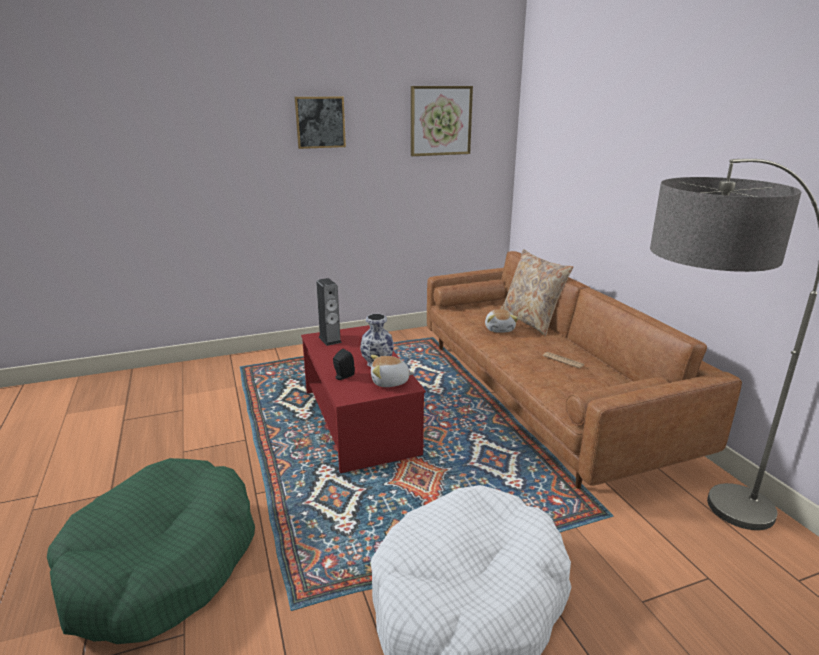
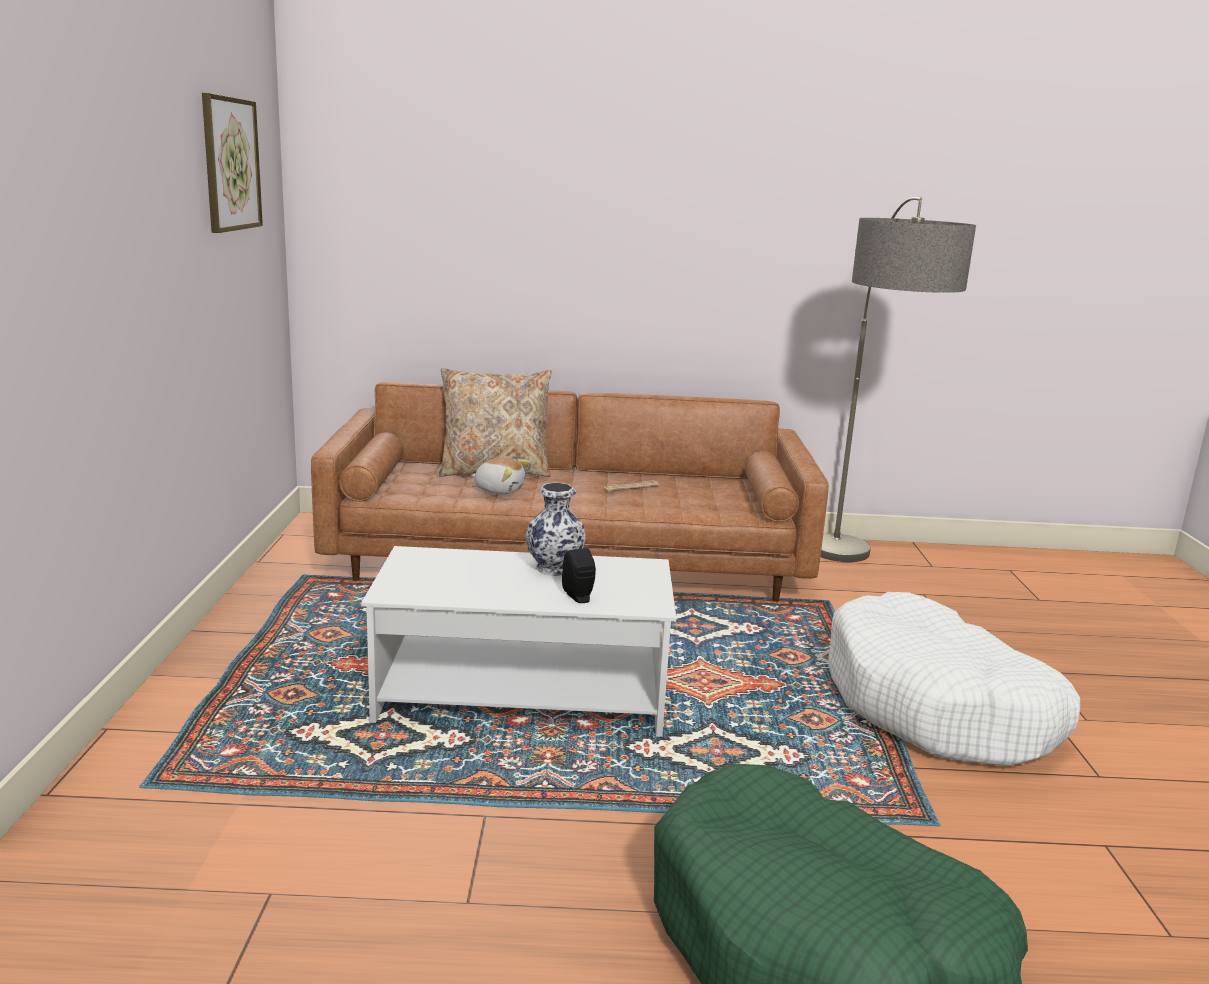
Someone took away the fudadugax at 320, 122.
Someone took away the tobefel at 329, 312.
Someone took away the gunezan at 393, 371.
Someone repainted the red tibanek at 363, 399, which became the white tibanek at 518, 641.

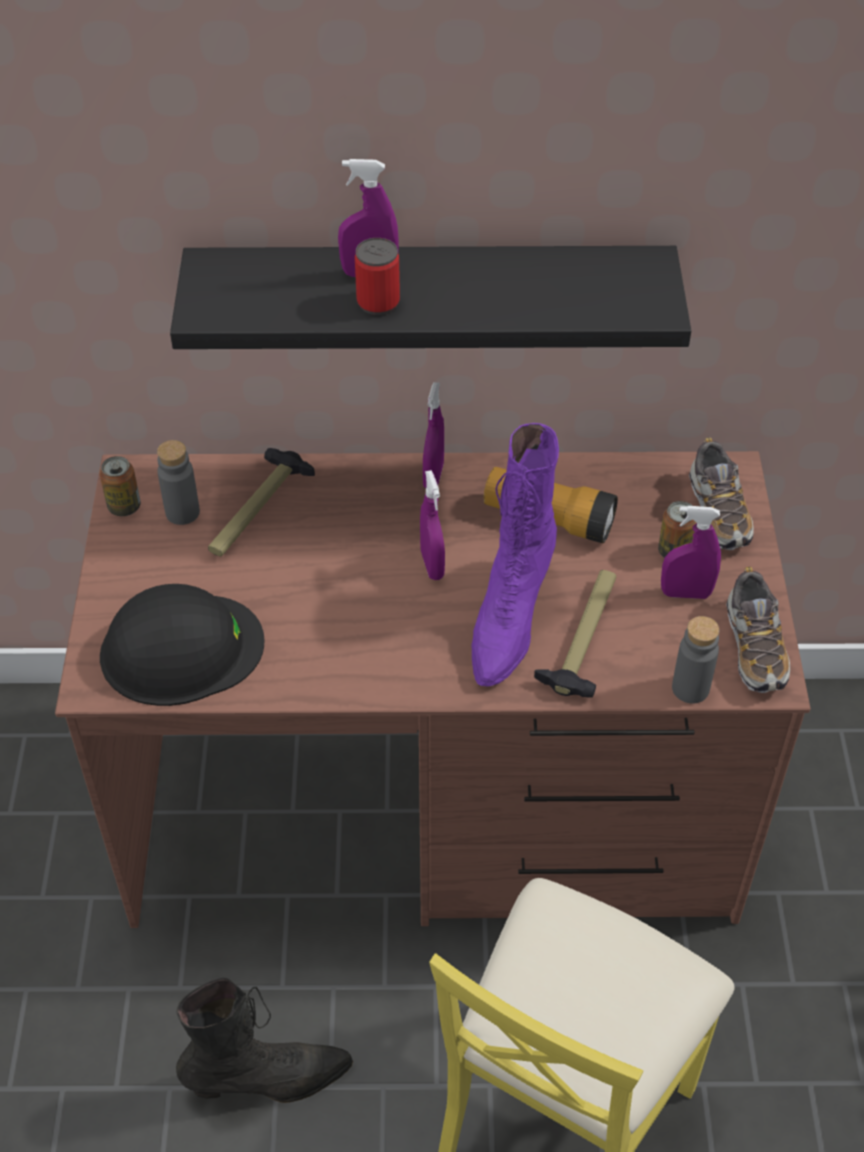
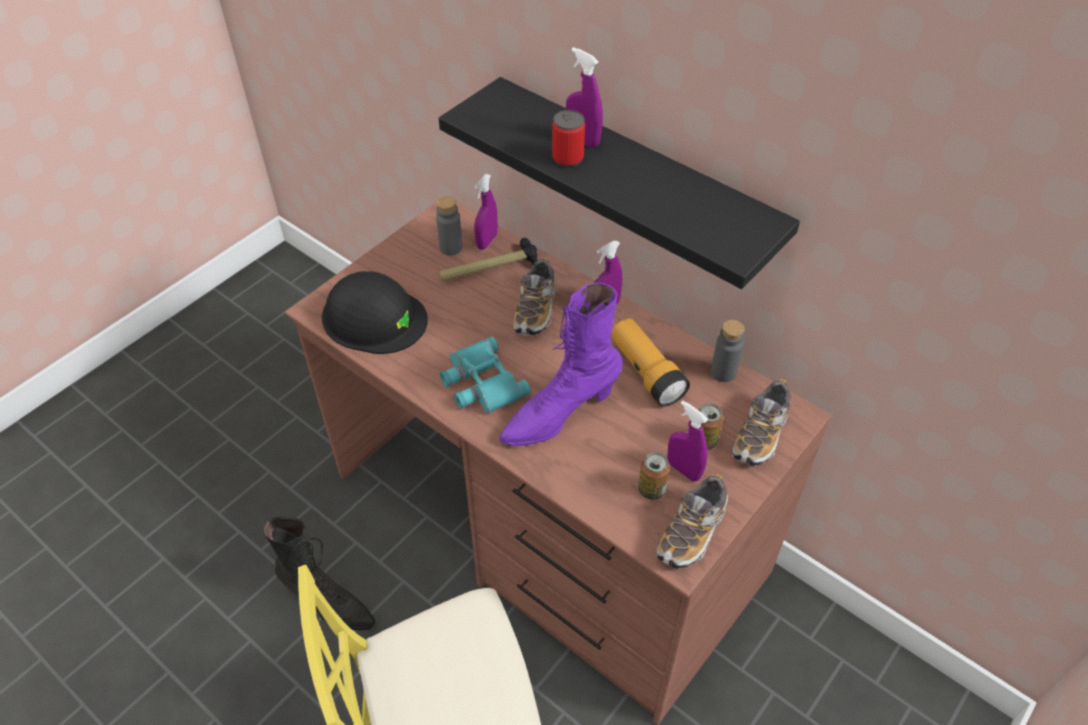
Someone took away the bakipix at 575, 634.
Someone put down the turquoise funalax at 485, 375.
Someone put down the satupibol at 534, 296.
Someone carried the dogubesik from 120, 486 to 654, 476.
Someone carried the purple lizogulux from 432, 525 to 486, 212.
Someone carried the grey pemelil from 695, 660 to 728, 351.

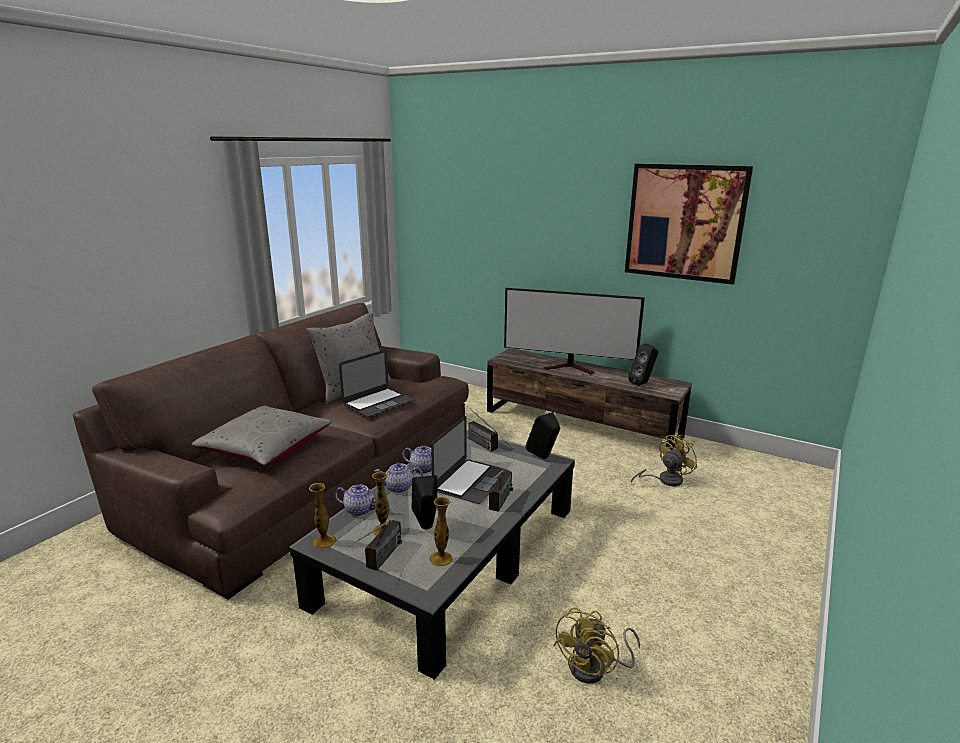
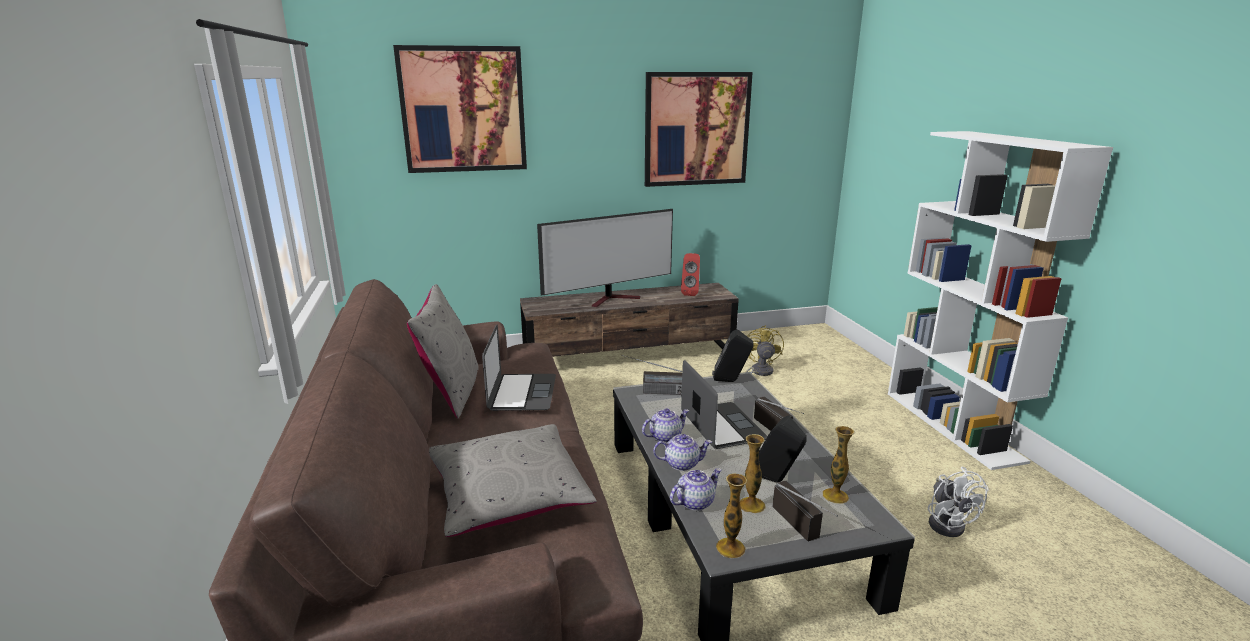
Someone put up the fudadugax at 460, 109.
Someone put down the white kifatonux at 1000, 300.
Someone repainted the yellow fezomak at 596, 645, which became the white fezomak at 958, 501.
Someone repainted the black tobefel at 643, 364, which became the red tobefel at 690, 274.
Someone rotated the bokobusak at 399, 478 by 135 degrees counterclockwise.

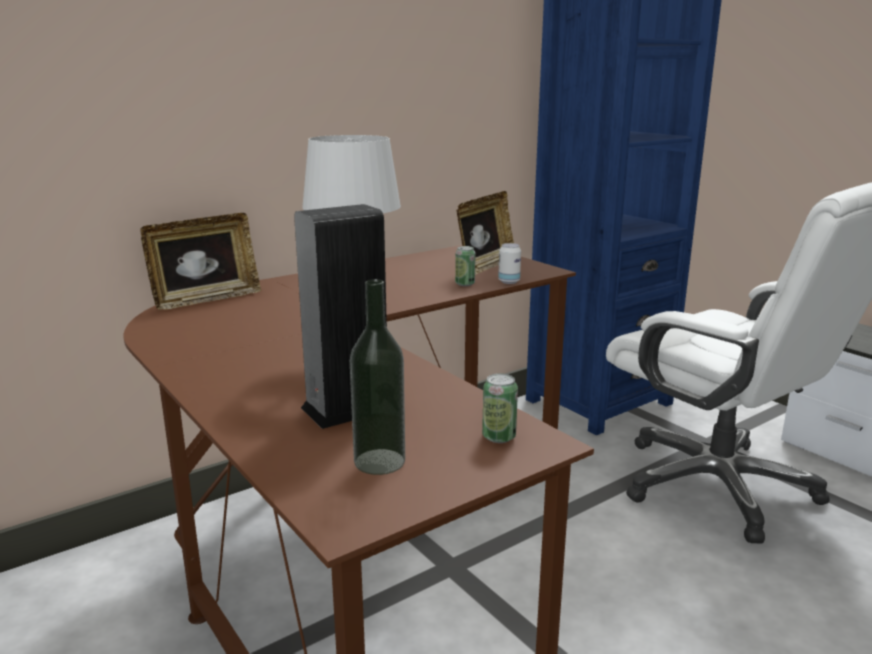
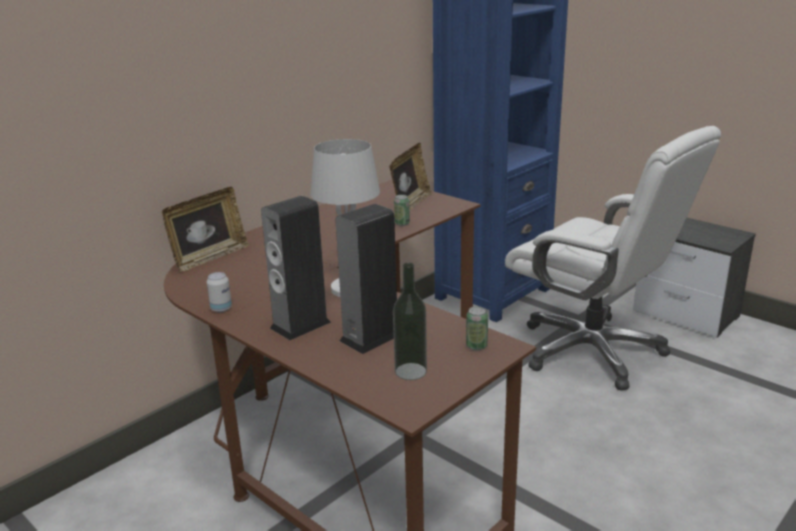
Someone put down the tobefel at 296, 268.
Someone carried the dogubesik from 509, 263 to 219, 292.

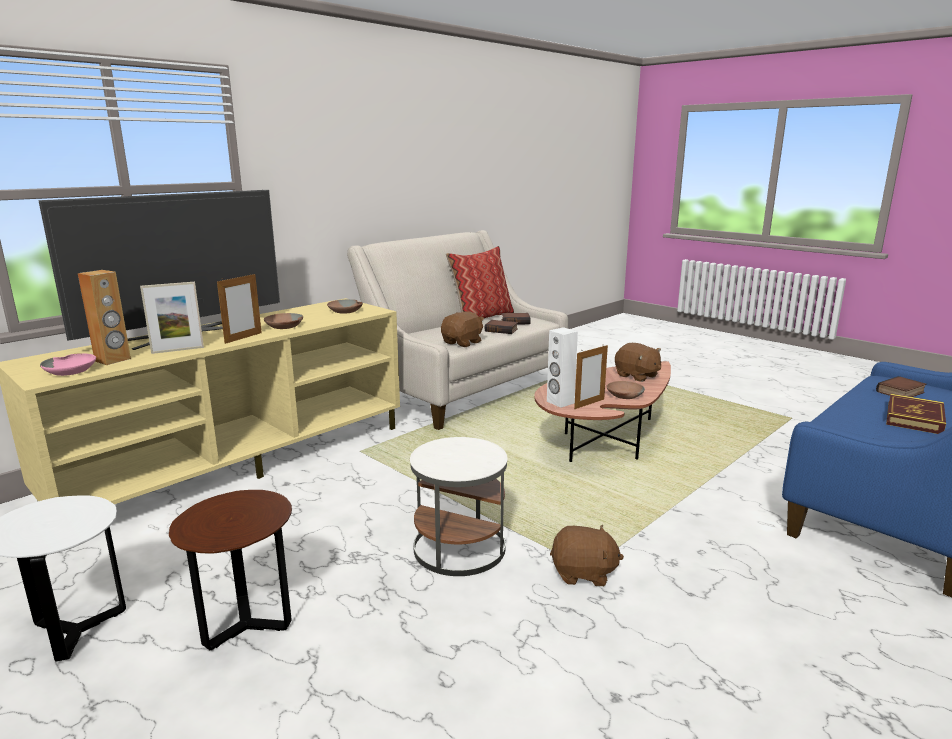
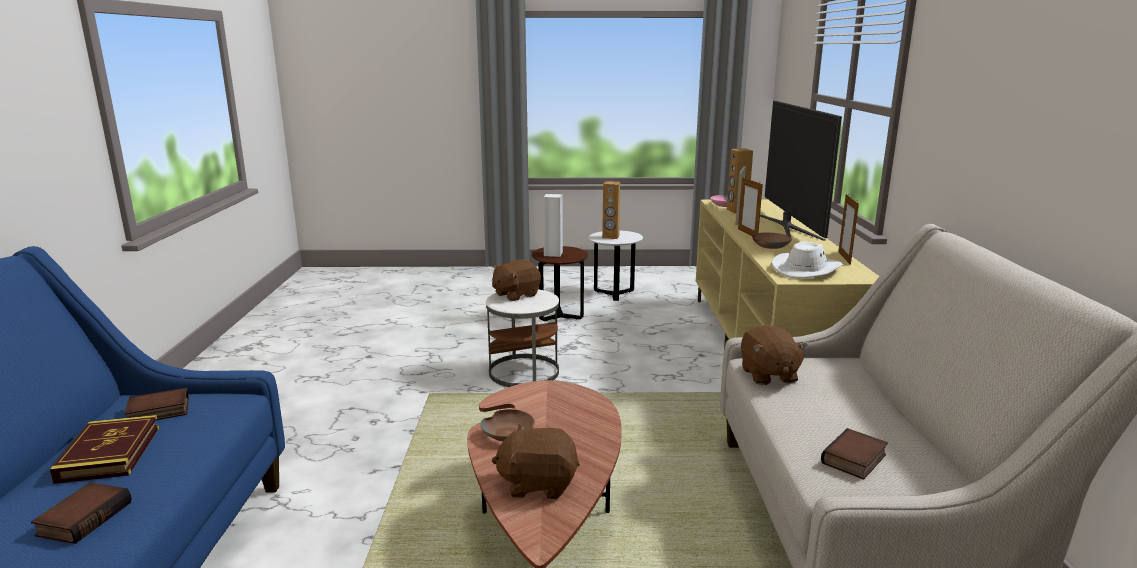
Someone took away the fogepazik at 480, 282.
Someone put down the brown tobefel at 611, 210.
Someone carried the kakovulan from 501, 327 to 156, 404.
Someone carried the white tobefel from 562, 367 to 553, 225.
Someone carried the brown gunezan from 587, 555 to 516, 280.
Someone carried the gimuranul from 591, 376 to 849, 229.
Someone swapped the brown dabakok at 345, 306 for the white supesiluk at 807, 260.

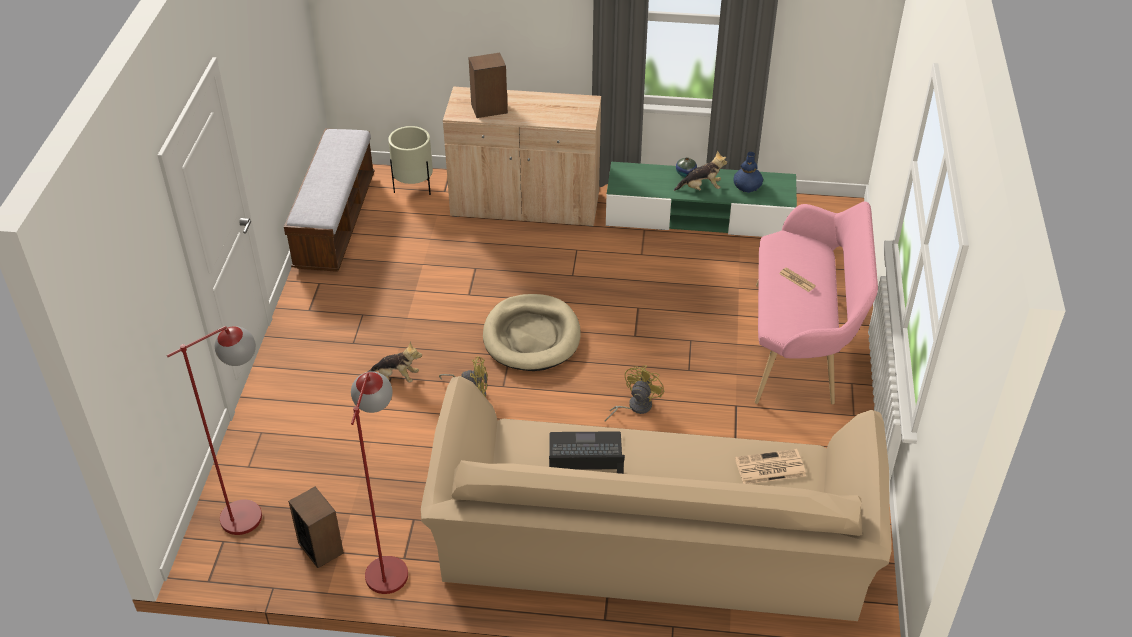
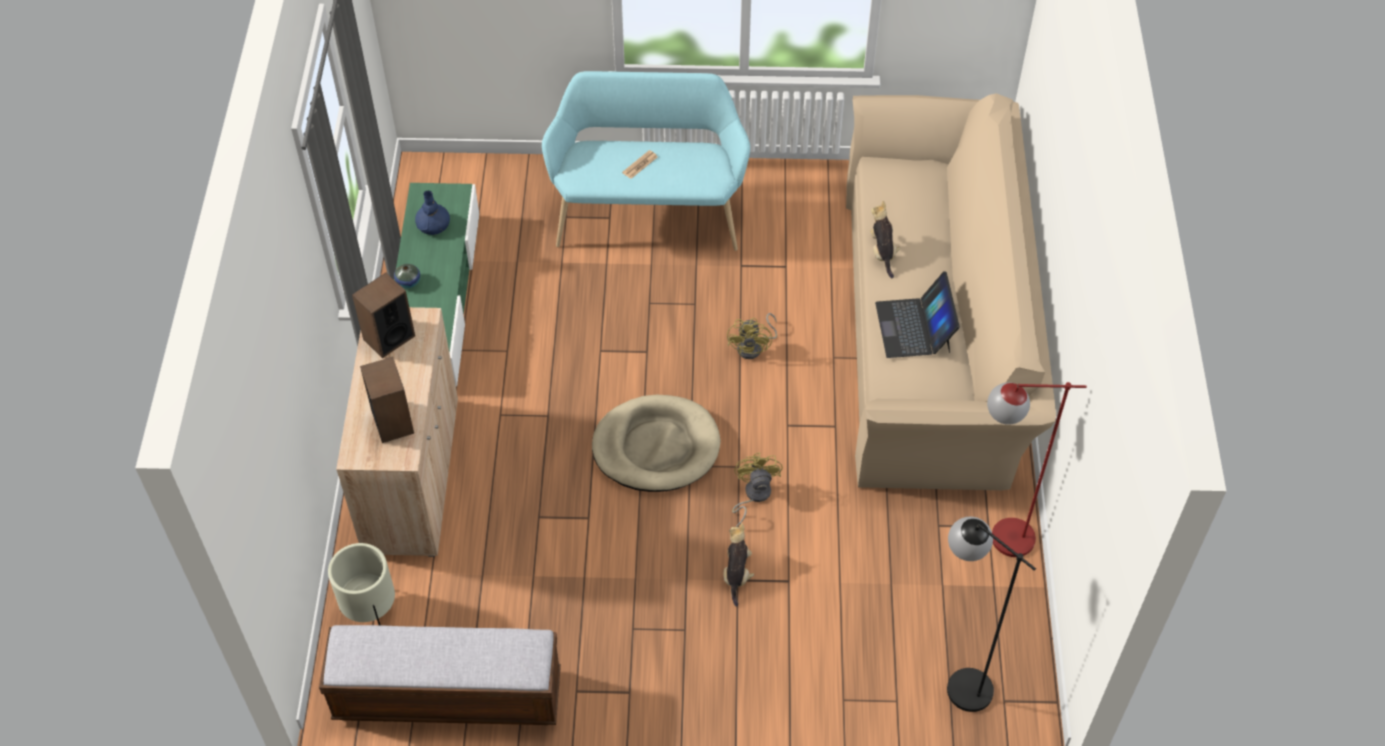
Someone took away the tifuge at 770, 466.
Someone carried the tobefel from 316, 527 to 383, 315.
Someone carried the gunezan from 700, 171 to 885, 239.
Someone repainted the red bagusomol at 214, 430, which became the black bagusomol at 991, 614.
Someone repainted the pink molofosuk at 816, 302, which became the turquoise molofosuk at 646, 161.
Someone rotated the yellow fezomak at 634, 393 by 105 degrees counterclockwise.

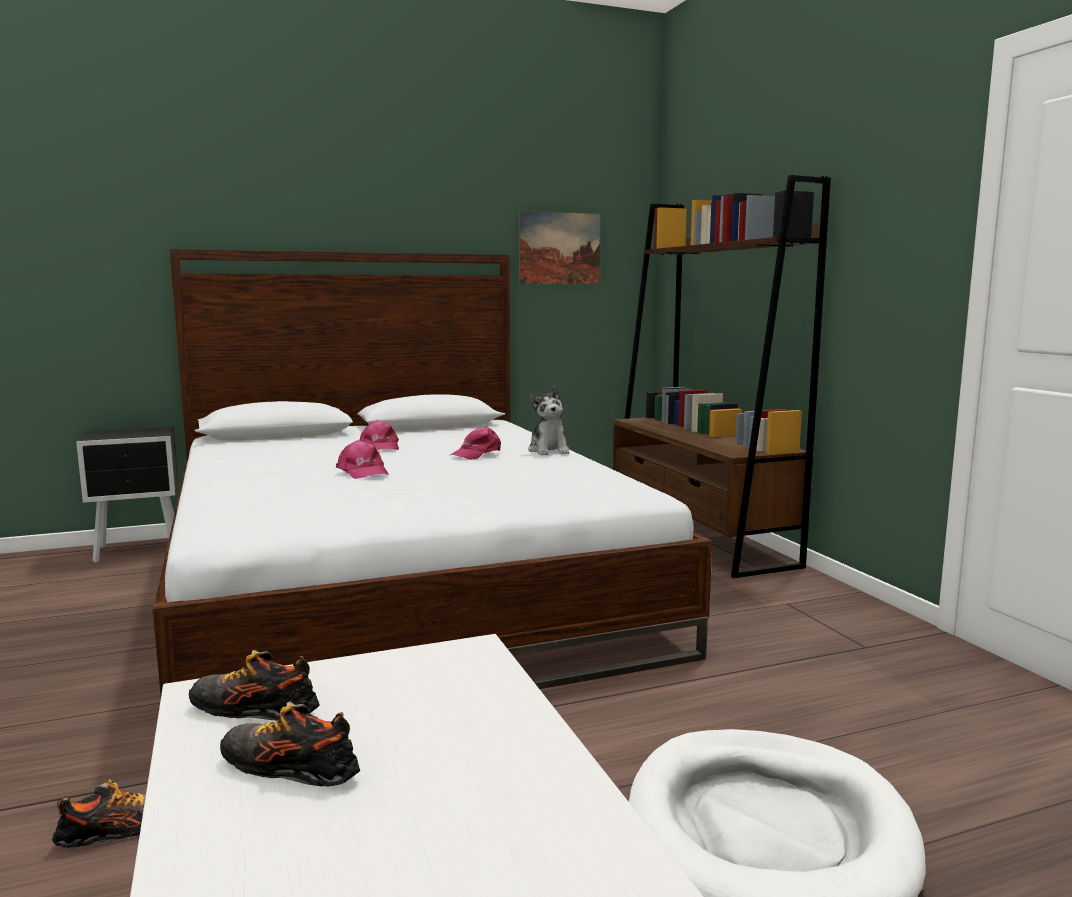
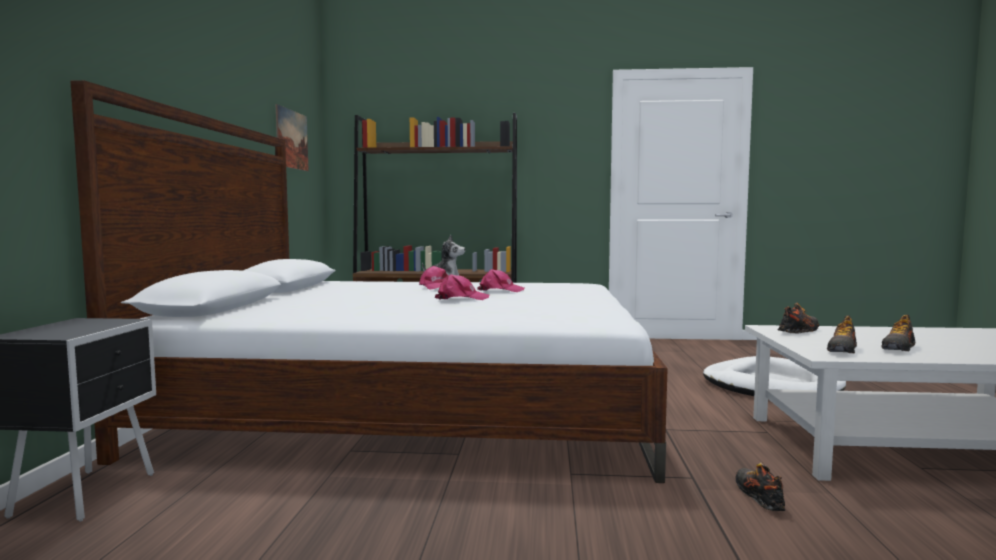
Someone put down the satupibol at 798, 318.
Someone carried the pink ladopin from 379, 435 to 501, 280.

